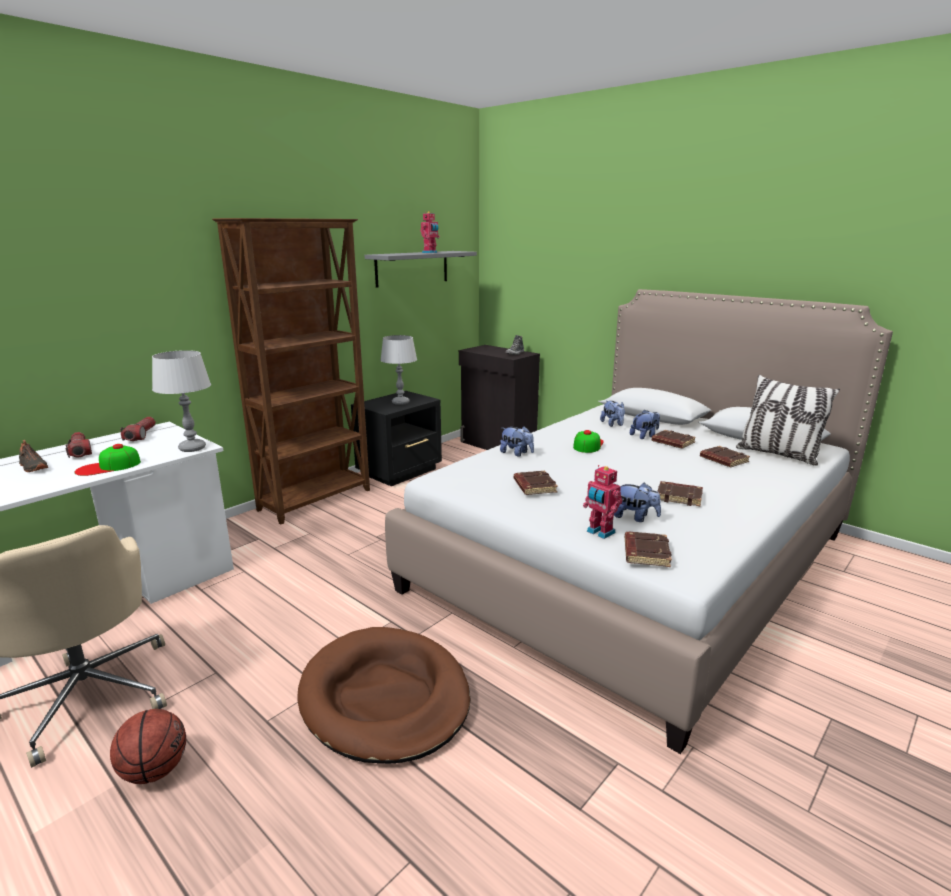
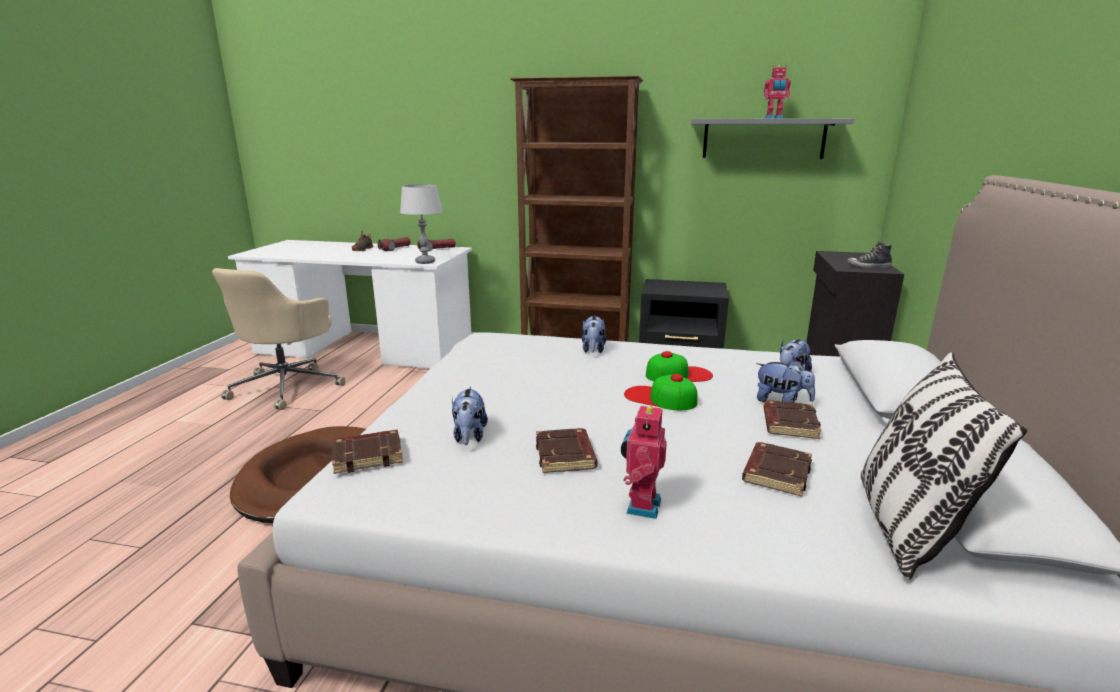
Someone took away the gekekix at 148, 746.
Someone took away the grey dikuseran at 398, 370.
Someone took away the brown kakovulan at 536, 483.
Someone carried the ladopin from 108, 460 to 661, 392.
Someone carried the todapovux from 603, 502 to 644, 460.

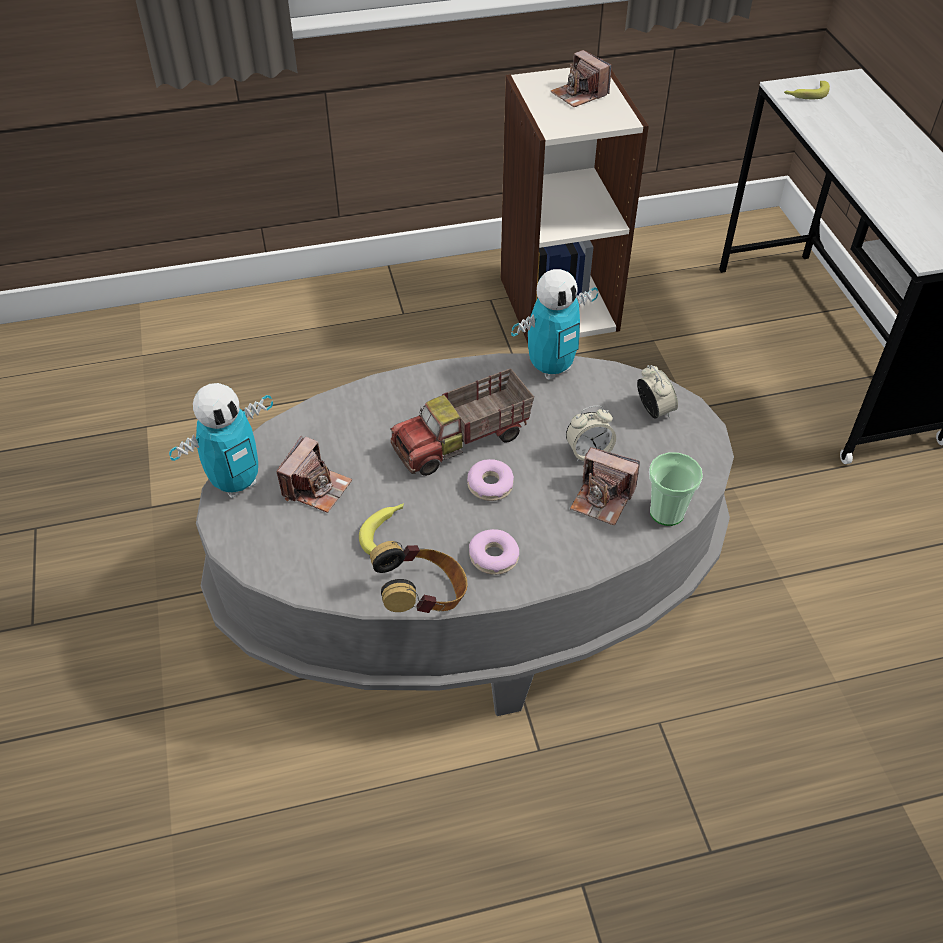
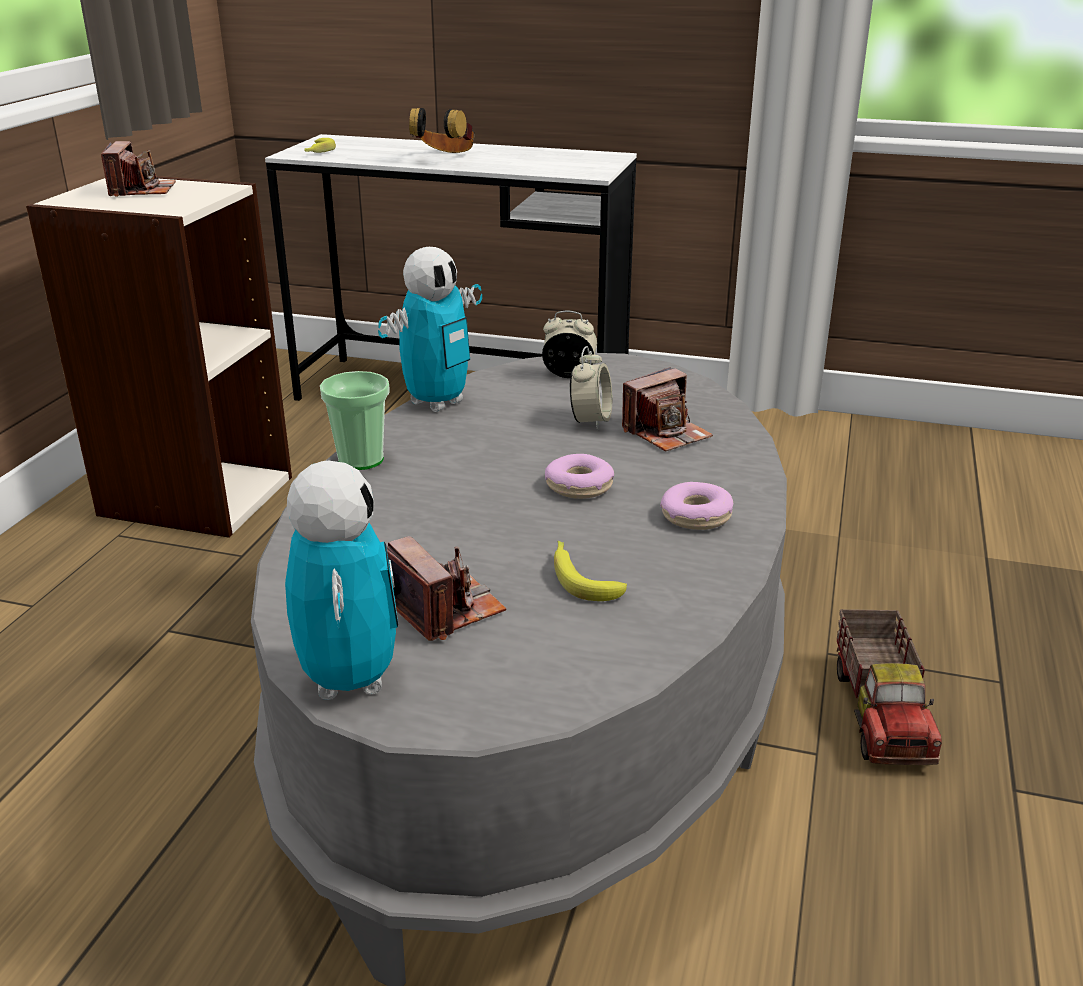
Someone carried the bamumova from 419, 577 to 442, 130.
Someone carried the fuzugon from 462, 422 to 889, 687.
Someone carried the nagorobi from 676, 489 to 355, 420.
Someone rotated the todapovux at 554, 324 by 45 degrees clockwise.
Someone rotated the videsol at 581, 78 by 90 degrees counterclockwise.

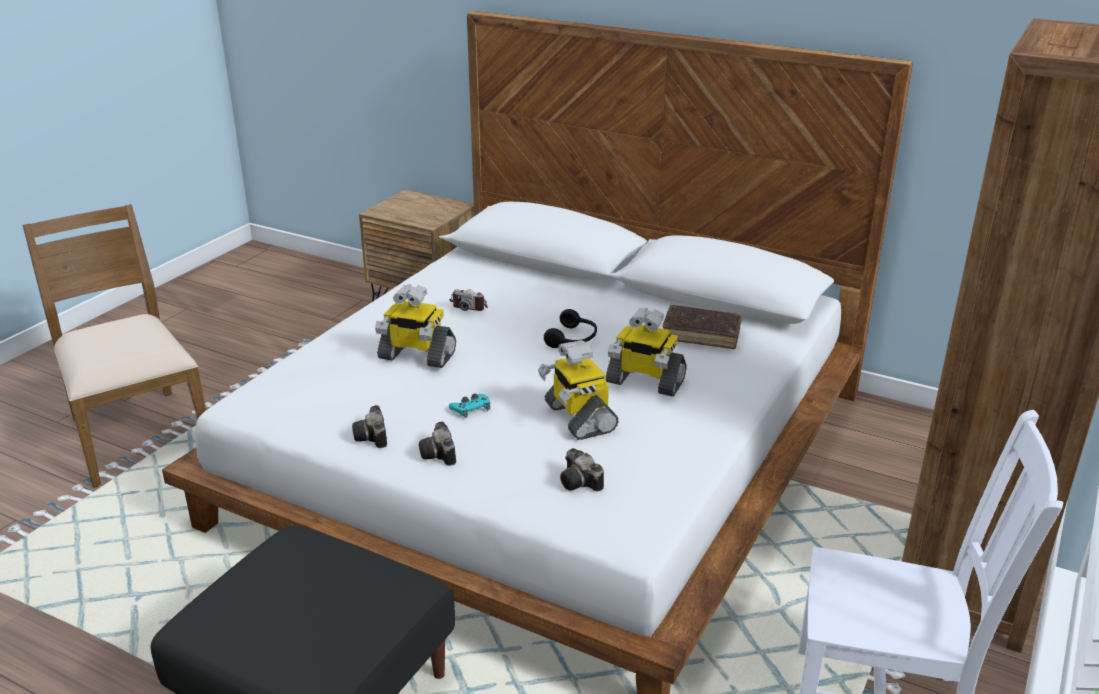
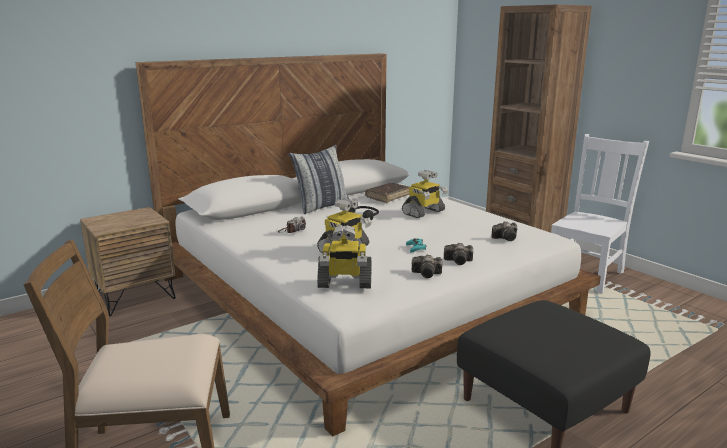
Someone put down the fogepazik at 319, 179.
Someone carried the todapovux from 578, 390 to 344, 256.

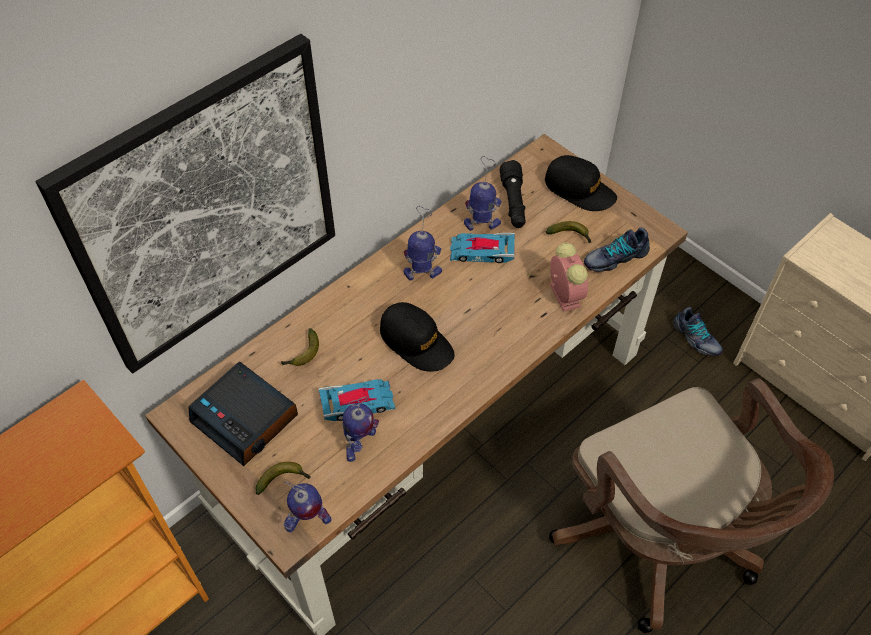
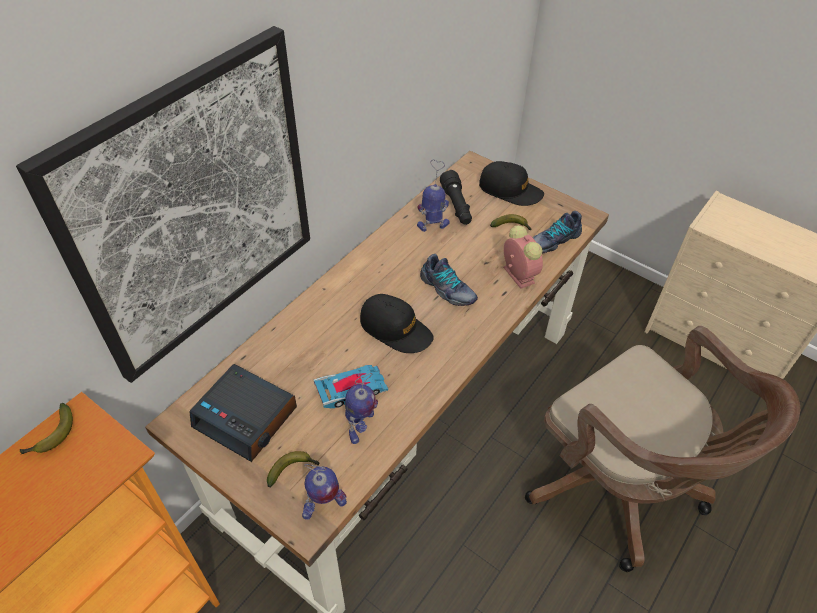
Someone took away the todapovux at 423, 243.
Someone took away the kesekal at 482, 248.
Someone carried the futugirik from 300, 347 to 46, 428.
Someone carried the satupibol from 698, 331 to 449, 280.

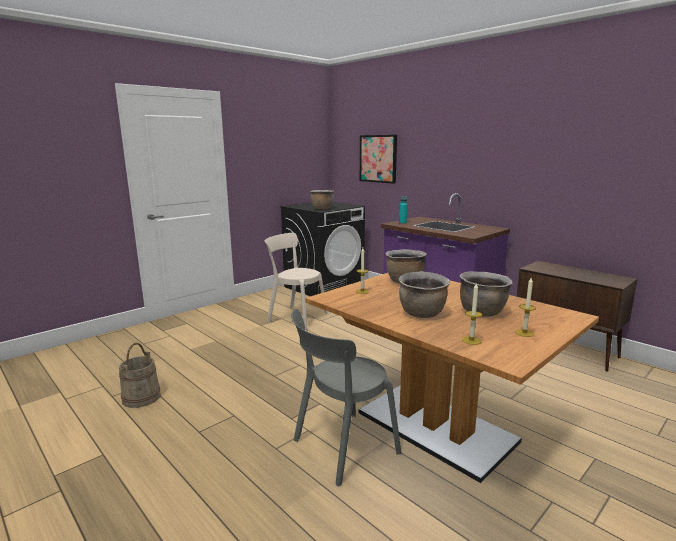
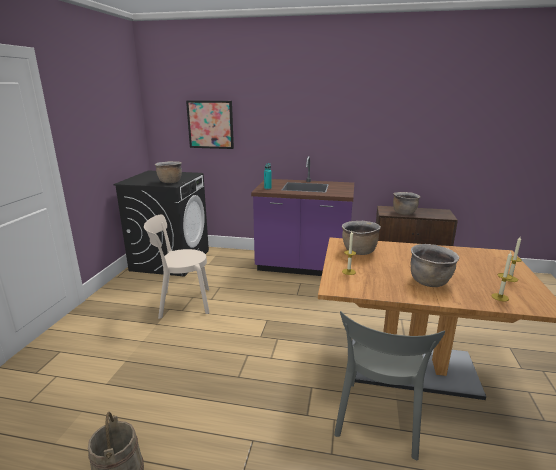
Someone carried the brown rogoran from 486, 294 to 407, 203.

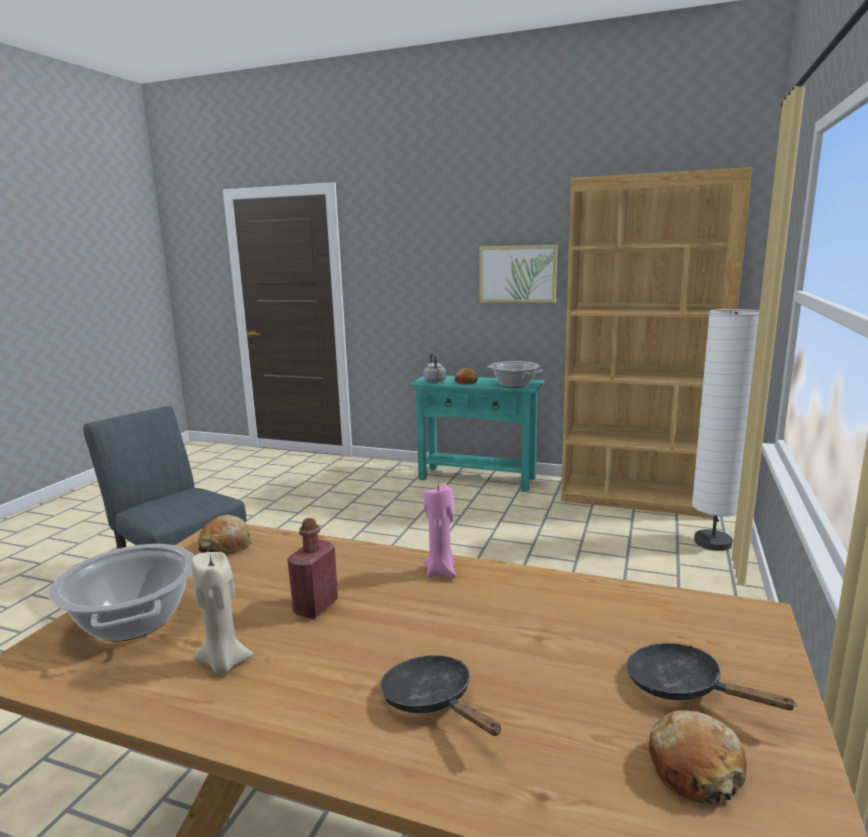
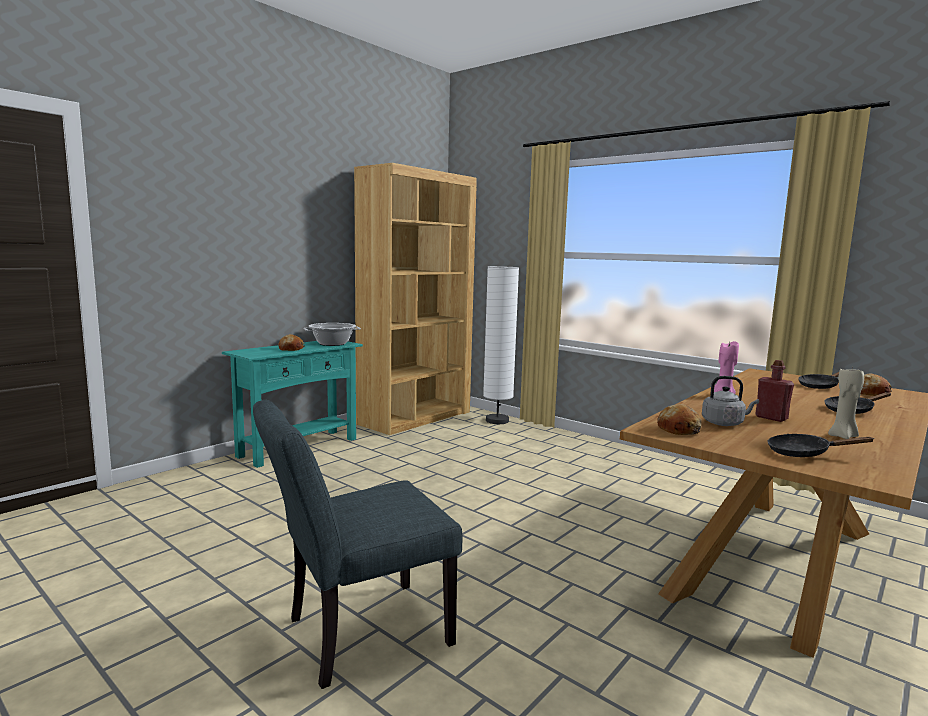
Someone took away the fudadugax at 518, 274.
Someone carried the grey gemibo from 434, 367 to 730, 401.
Someone swapped the rogoran at 121, 592 for the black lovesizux at 821, 445.

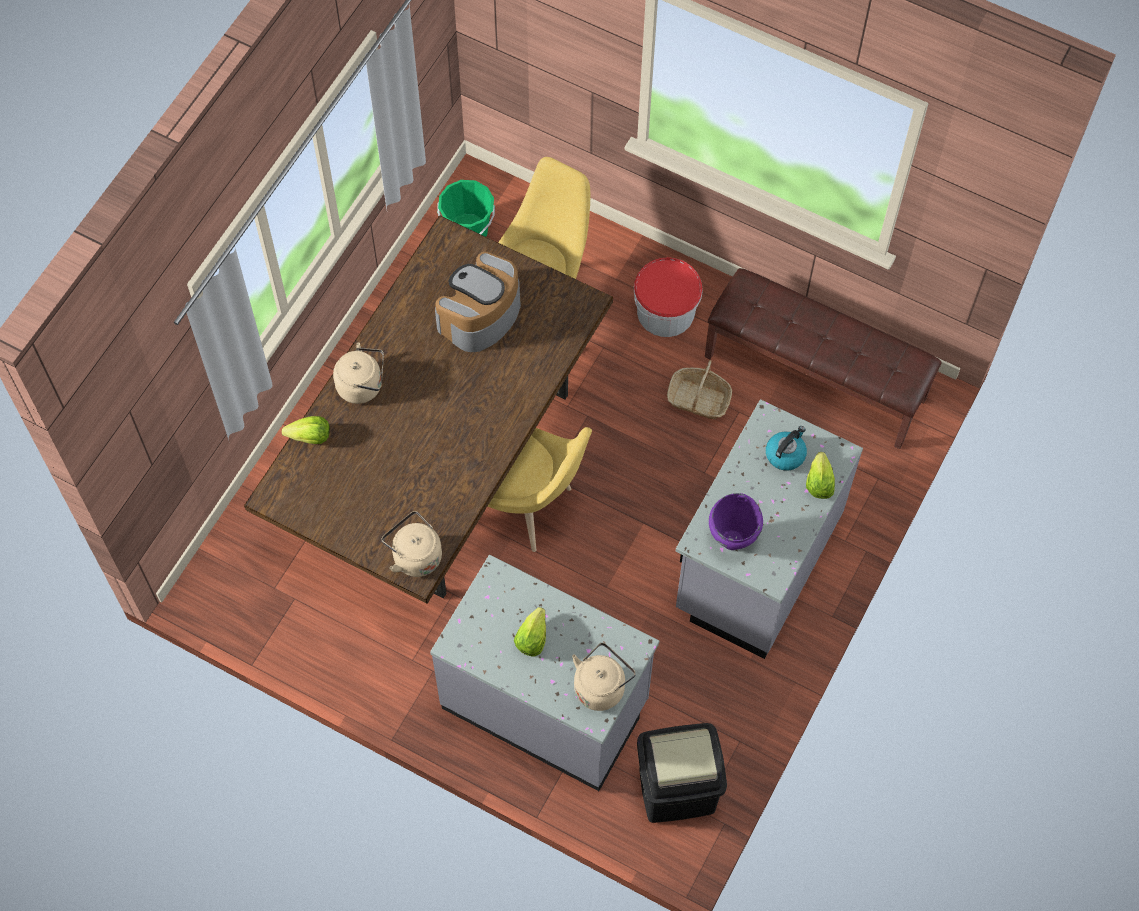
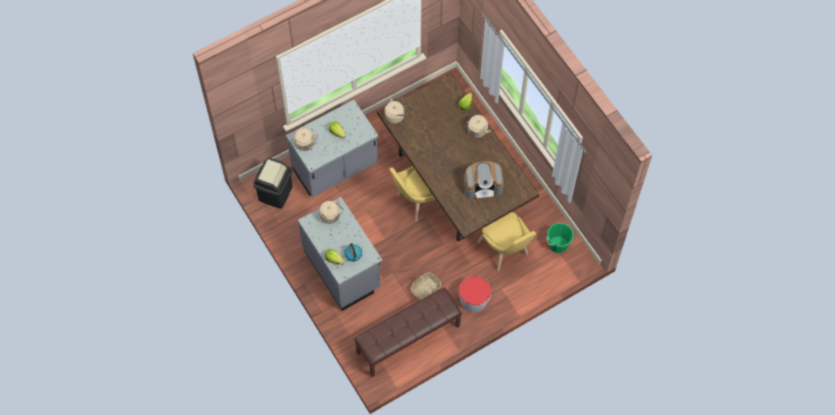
Someone swapped the purple rogoran at 736, 521 for the beige gemibo at 331, 212.
Someone rotated the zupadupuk at 478, 302 by 105 degrees clockwise.

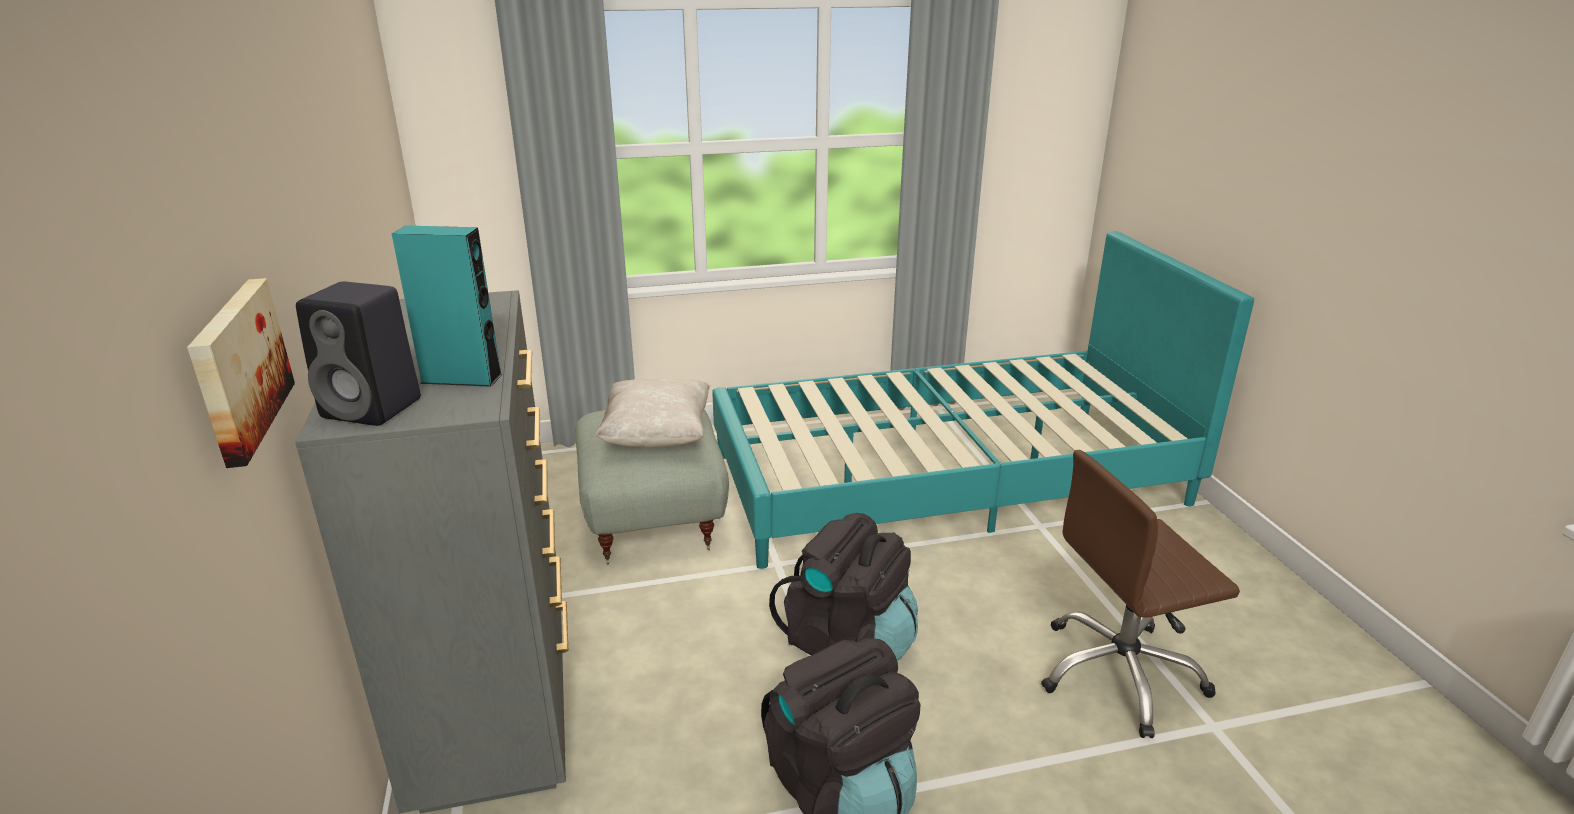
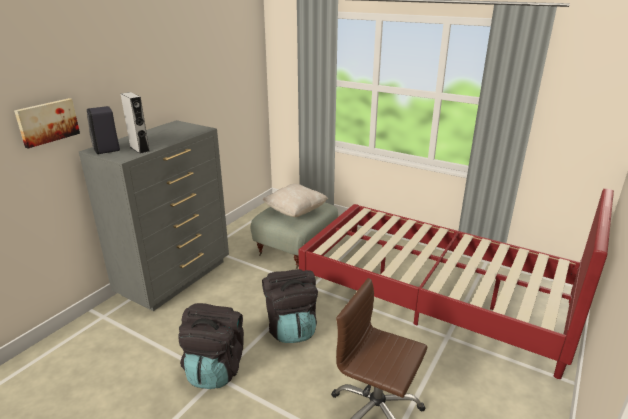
Someone repainted the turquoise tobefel at 447, 306, which became the grey tobefel at 135, 123.
Someone repainted the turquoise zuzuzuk at 983, 400, which became the red zuzuzuk at 456, 284.

